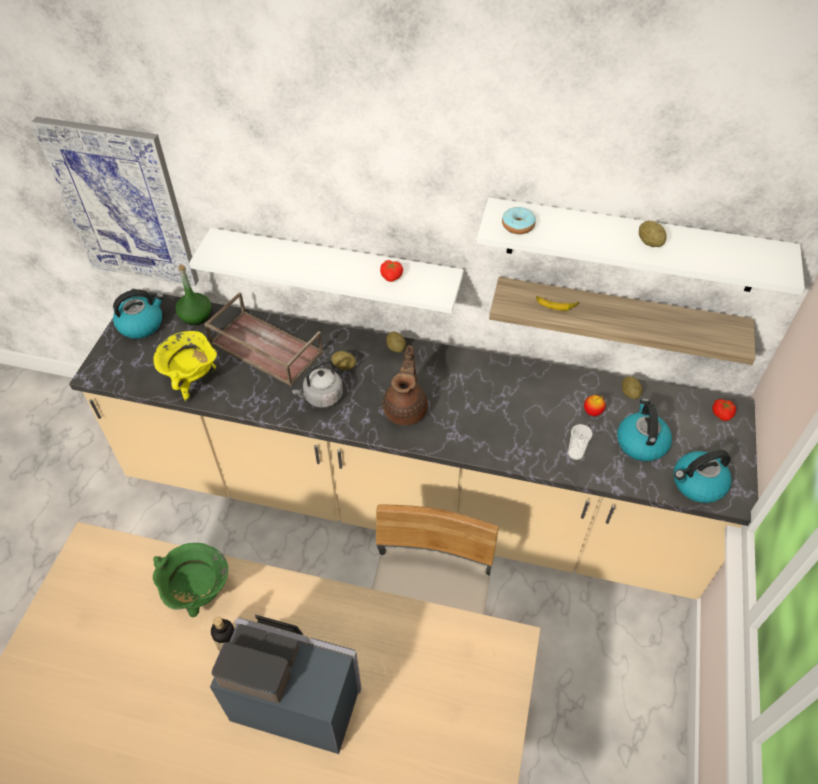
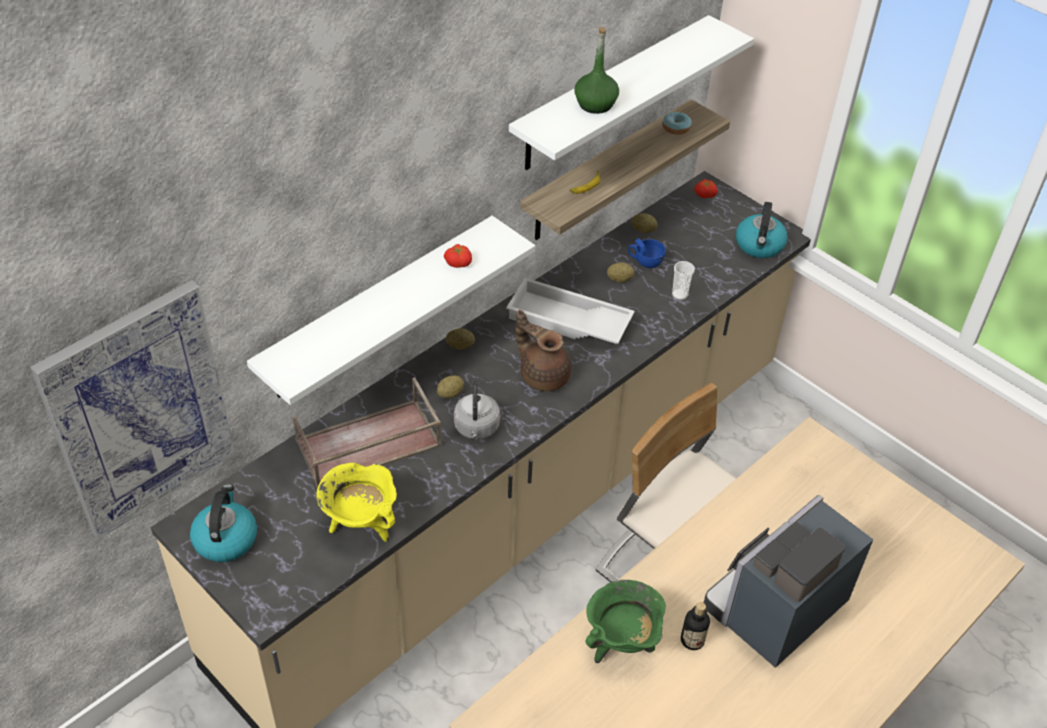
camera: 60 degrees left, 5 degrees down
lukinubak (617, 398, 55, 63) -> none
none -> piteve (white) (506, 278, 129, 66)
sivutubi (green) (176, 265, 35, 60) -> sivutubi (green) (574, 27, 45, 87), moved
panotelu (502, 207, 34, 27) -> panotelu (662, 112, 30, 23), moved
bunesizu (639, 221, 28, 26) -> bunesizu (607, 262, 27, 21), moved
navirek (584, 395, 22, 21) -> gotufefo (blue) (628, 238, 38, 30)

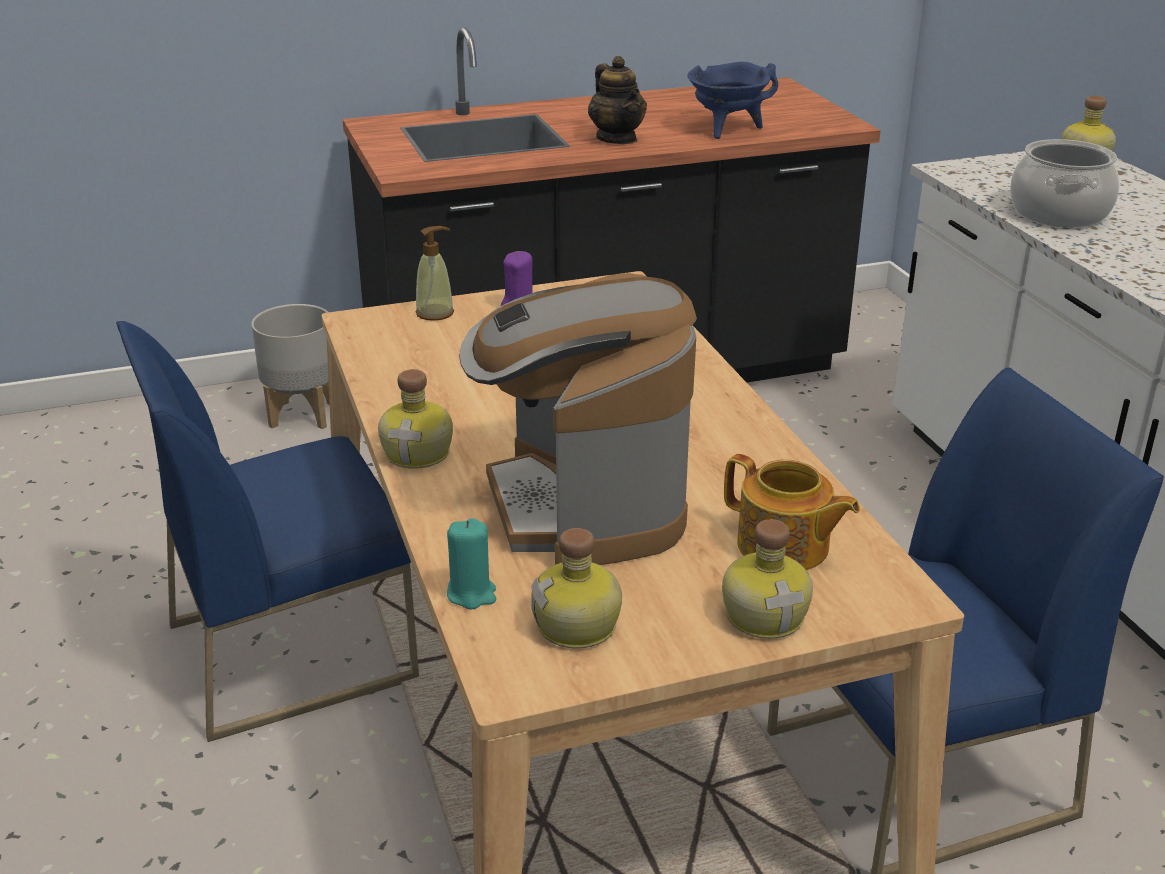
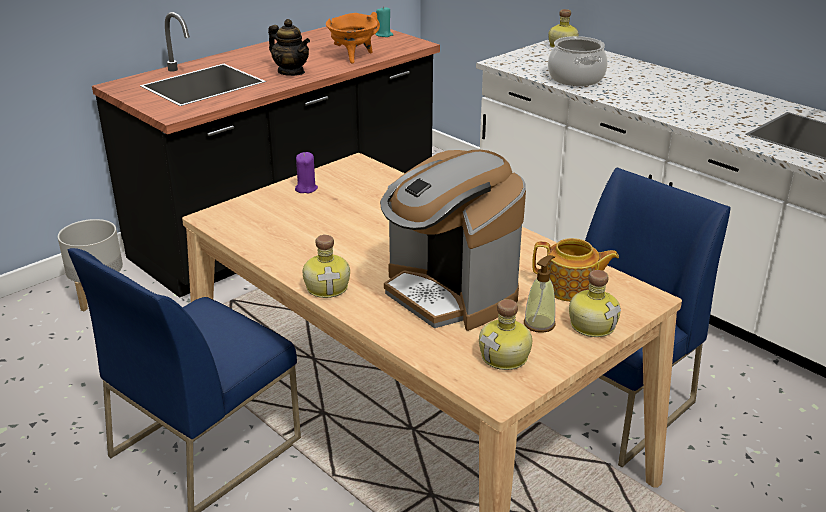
camera: 25 degrees left, 0 degrees up
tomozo (415, 226, 39, 95) -> tomozo (524, 255, 32, 78), moved
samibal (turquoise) (447, 518, 49, 92) -> samibal (turquoise) (375, 6, 18, 31), moved
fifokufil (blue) (687, 62, 91, 77) -> fifokufil (orange) (326, 12, 54, 52)

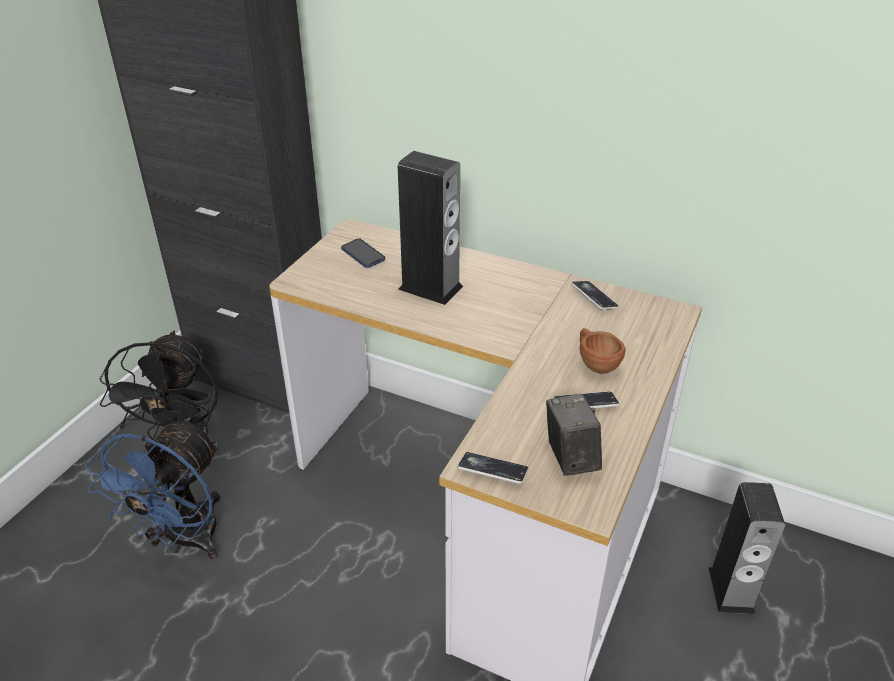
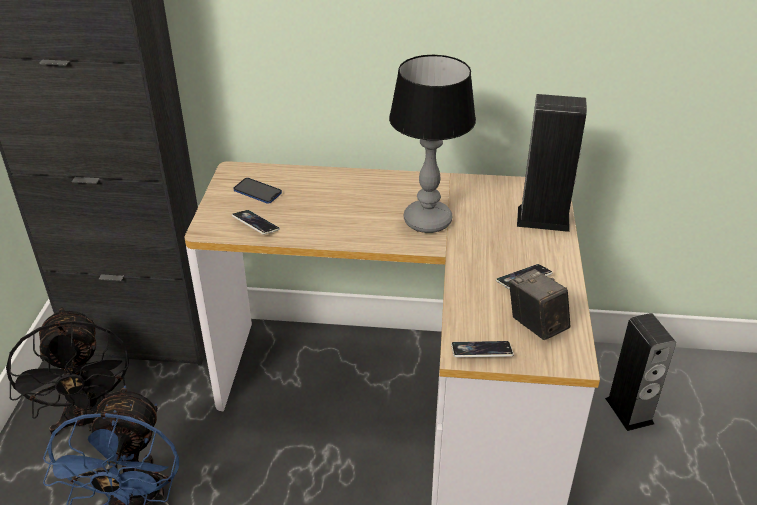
camera: 20 degrees left, 0 degrees up
gotufefo (brown) (580, 328, 46, 45) -> none
none -> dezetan (389, 55, 87, 178)
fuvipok (398, 151, 65, 154) -> fuvipok (517, 94, 70, 138), moved
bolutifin (571, 281, 48, 29) -> bolutifin (232, 210, 48, 25), moved

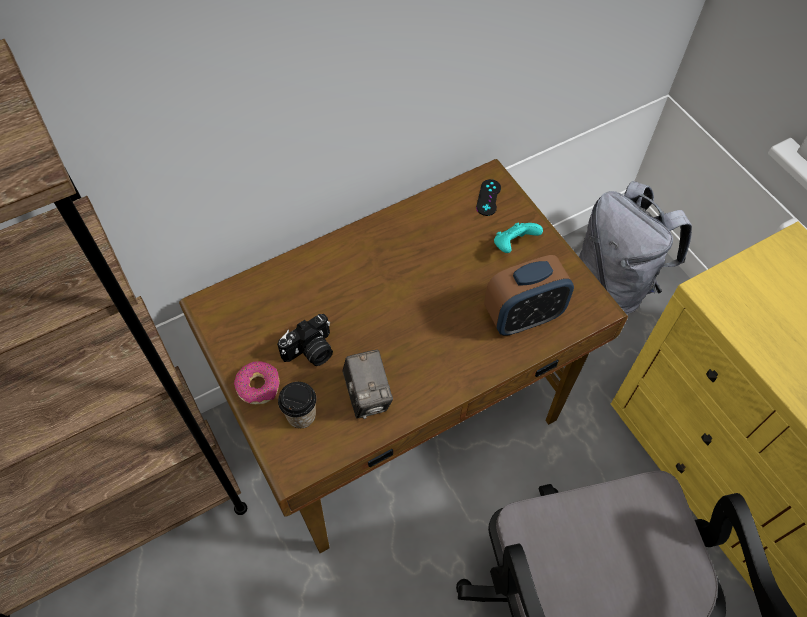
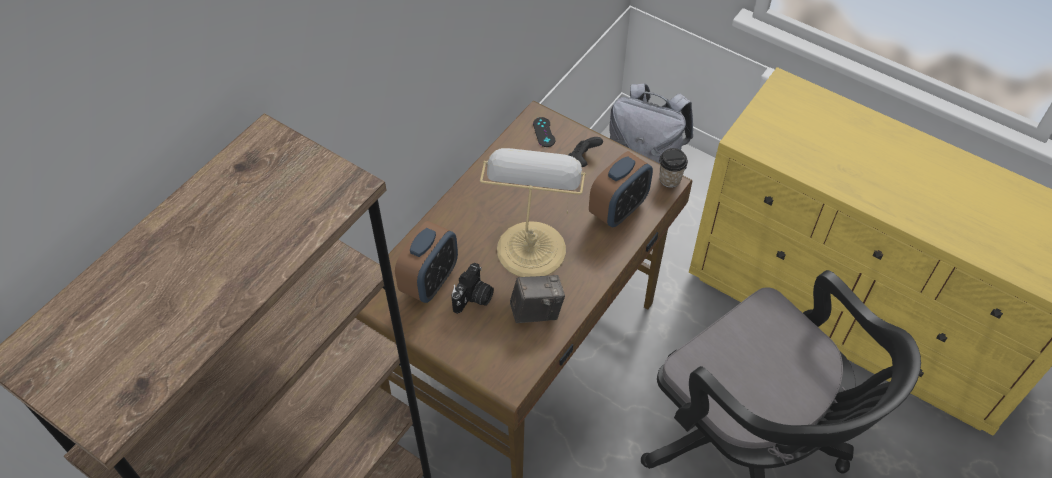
camera: 25 degrees left, 5 degrees down
panotelu (234, 361, 46, 44) -> none
none -> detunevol (395, 221, 63, 82)
none -> dezetan (480, 148, 106, 129)
gotufefo (278, 382, 38, 46) -> gotufefo (659, 148, 29, 40), moved
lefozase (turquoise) (494, 222, 49, 31) -> lefozase (black) (569, 137, 34, 30)
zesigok (342, 350, 51, 69) -> zesigok (510, 275, 55, 48), 60 degrees counterclockwise

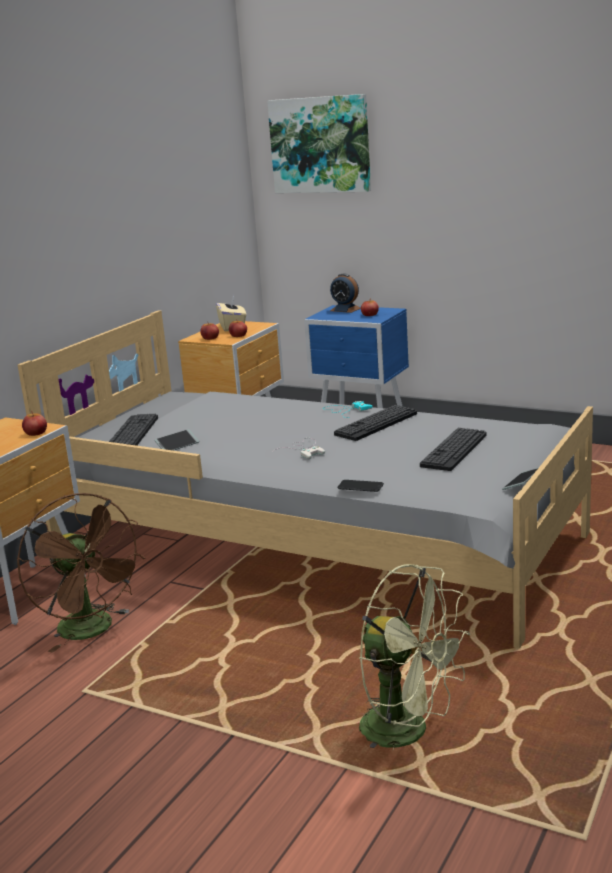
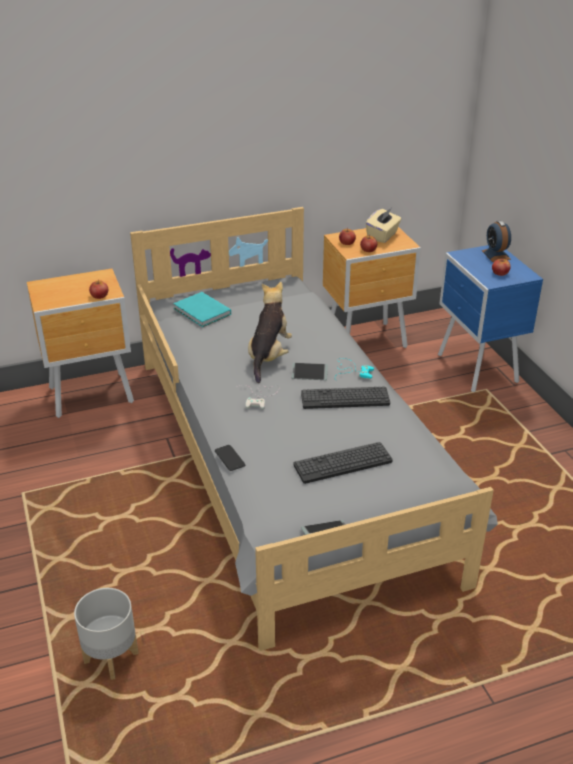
camera: 40 degrees right, 15 degrees up
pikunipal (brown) (17, 493, 128, 160) -> none
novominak (267, 94, 104, 99) -> none
none -> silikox (248, 282, 44, 101)
bolutifin (155, 429, 44, 22) -> bolutifin (292, 363, 36, 17), moved
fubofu (109, 414, 49, 32) -> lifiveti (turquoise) (173, 292, 58, 35)
pikunipal (green) (359, 564, 111, 186) -> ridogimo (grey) (74, 588, 65, 92)

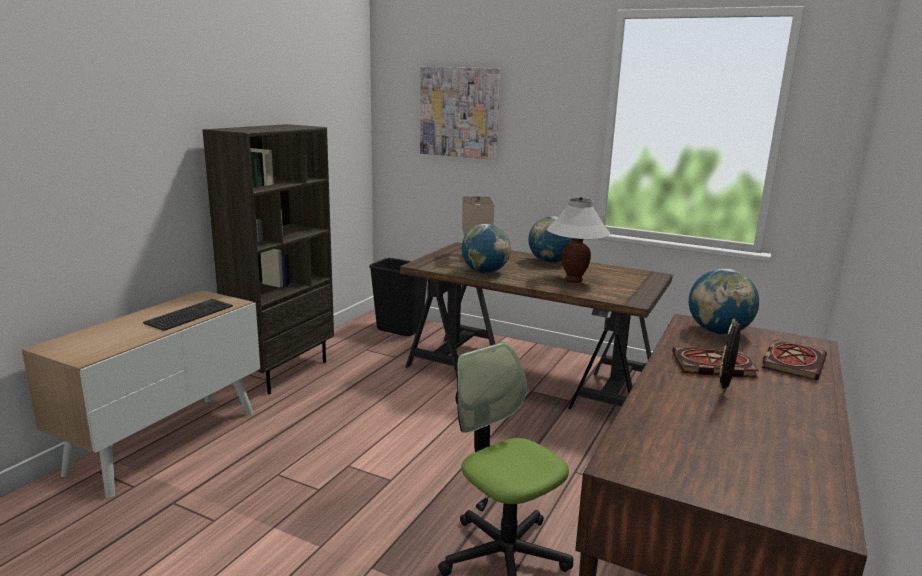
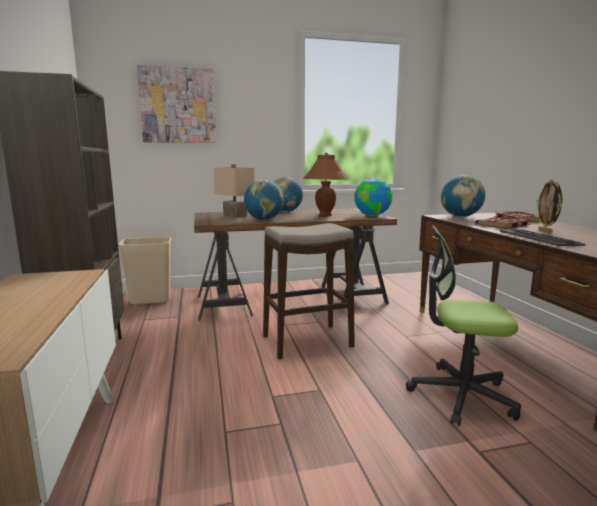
camera: 40 degrees left, 5 degrees down
none -> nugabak (263, 223, 92, 137)
none -> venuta (354, 178, 38, 38)
fubofu (143, 299, 90, 32) -> fubofu (500, 229, 86, 17), moved
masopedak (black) (369, 258, 58, 78) -> masopedak (beige) (118, 237, 53, 68)
dezetan (white) (547, 197, 63, 86) -> dezetan (brown) (303, 152, 46, 65)

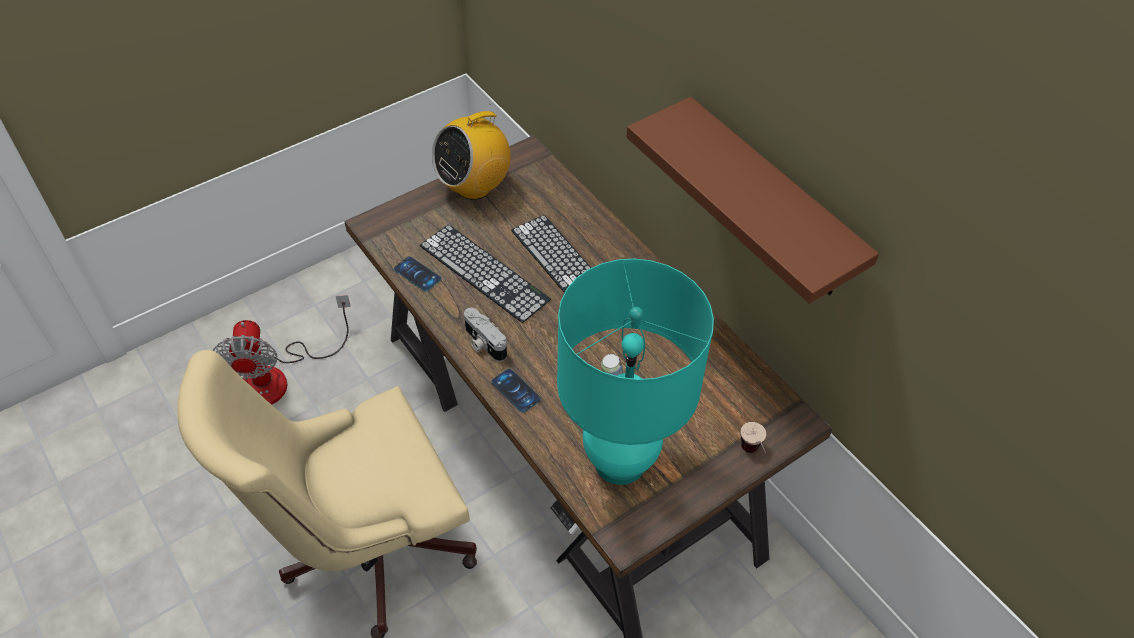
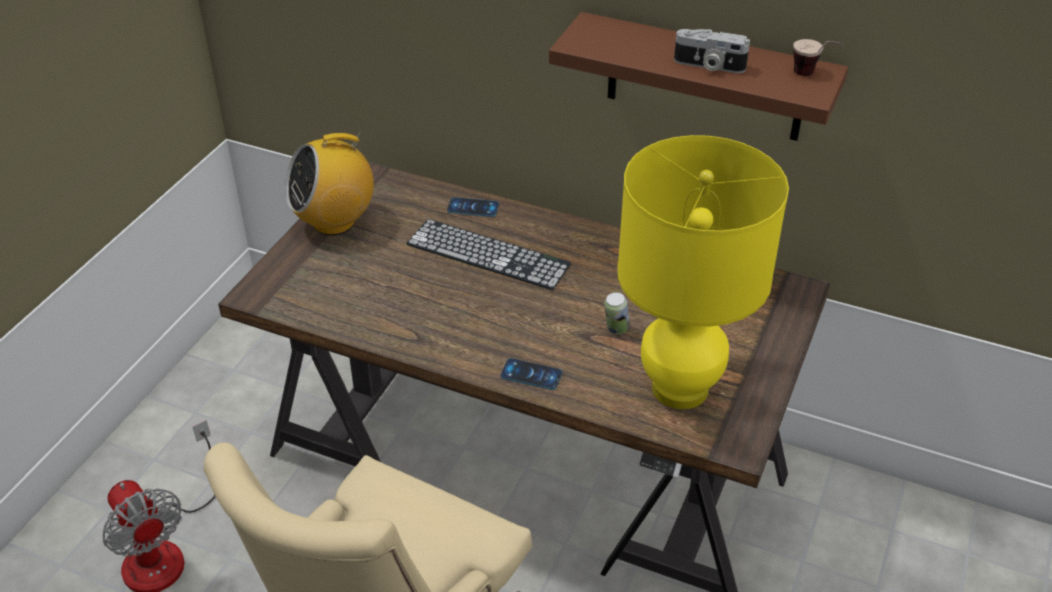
camera: 30 degrees left, 10 degrees down
fubofu (419, 225, 132, 98) -> none
bolutifin (394, 256, 47, 36) -> bolutifin (447, 197, 52, 20), moved
zesigok (464, 308, 43, 54) -> zesigok (674, 29, 76, 44), moved
gotufefo (741, 422, 25, 31) -> gotufefo (793, 39, 50, 37), moved
dezetan (turquoise) (557, 259, 157, 226) -> dezetan (yellow) (618, 135, 171, 274)
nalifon (432, 104, 79, 96) -> nalifon (285, 129, 89, 106), 45 degrees clockwise

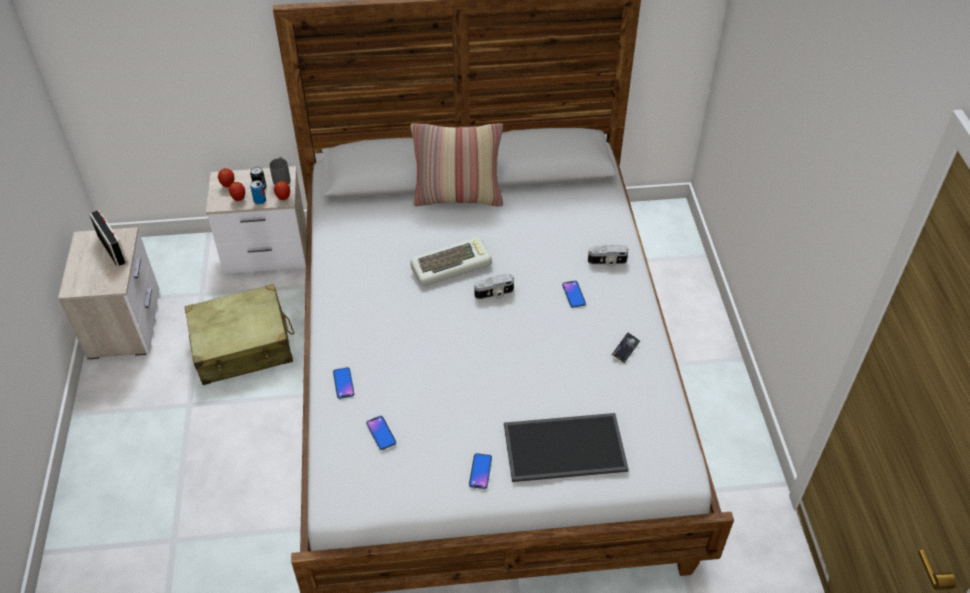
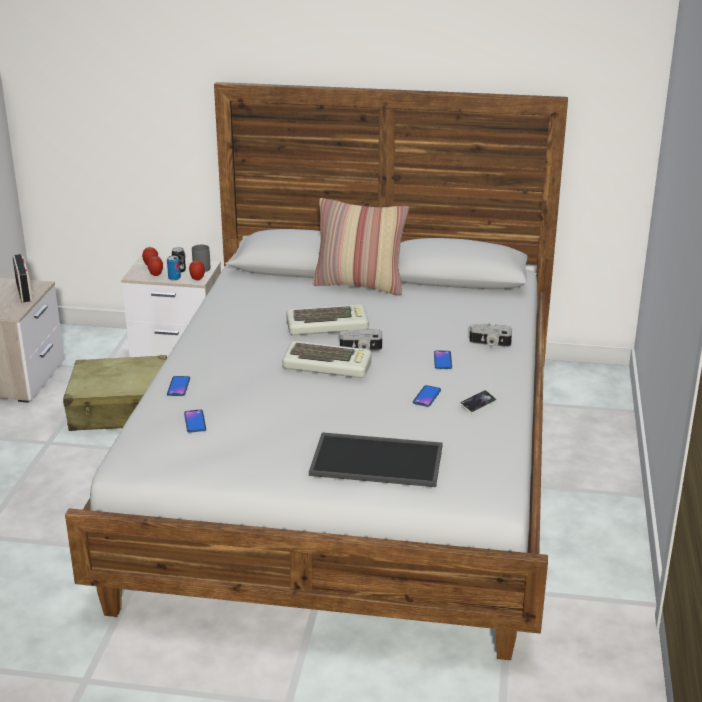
camera: 15 degrees right, 20 degrees down
none -> fubofu (282, 341, 90, 37)
bolutifin (469, 453, 23, 36) -> bolutifin (413, 385, 28, 22), moved

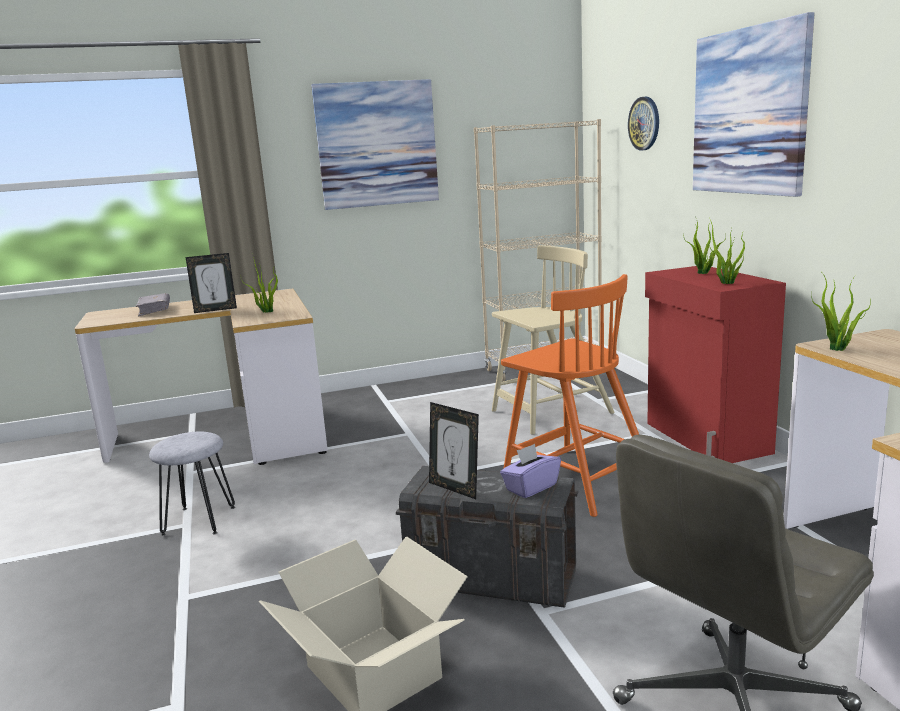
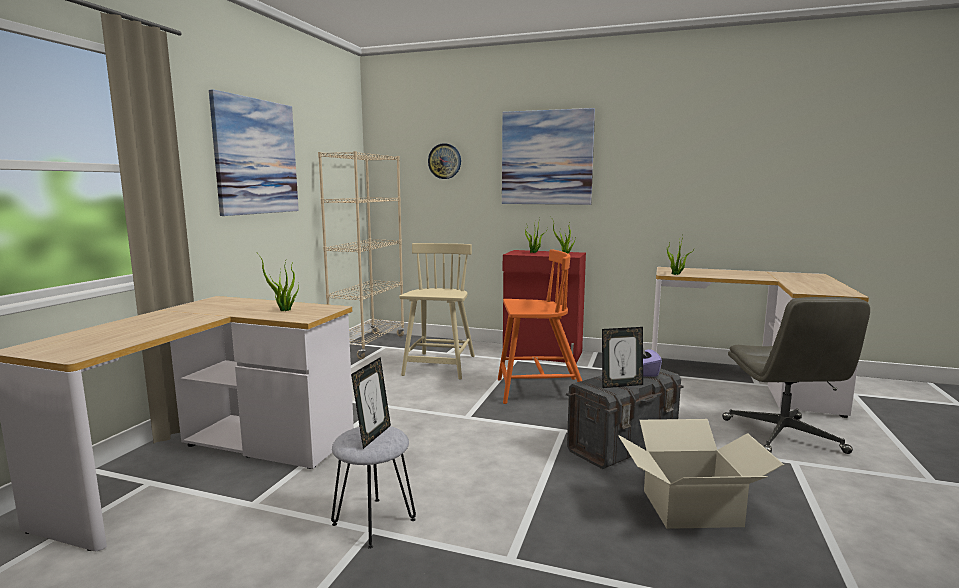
camera: 55 degrees left, 5 degrees down
lifiveti (grey) (136, 293, 34, 24) -> none
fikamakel (186, 253, 51, 60) -> fikamakel (351, 357, 40, 92), moved

